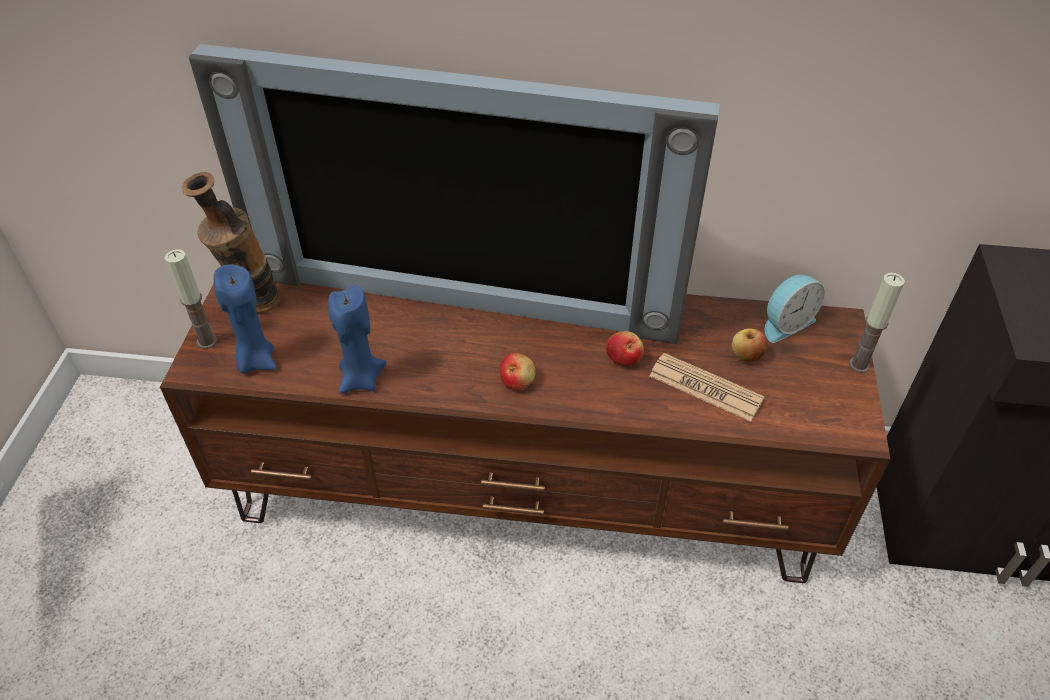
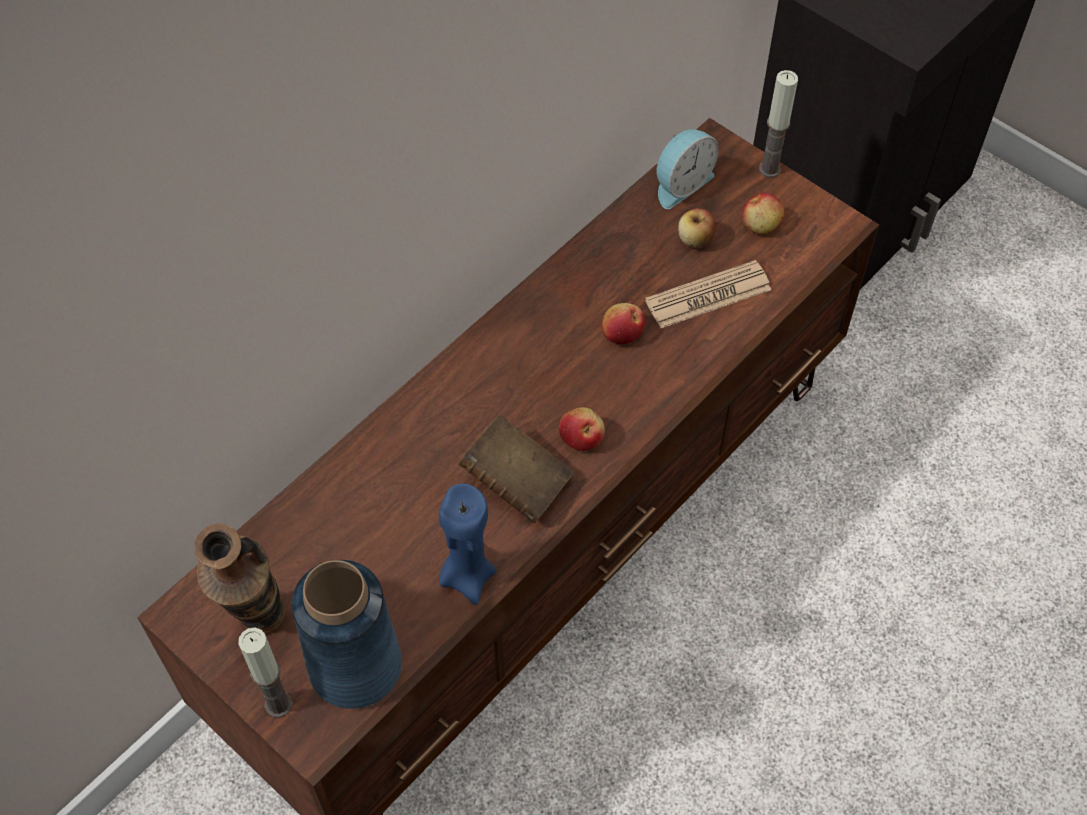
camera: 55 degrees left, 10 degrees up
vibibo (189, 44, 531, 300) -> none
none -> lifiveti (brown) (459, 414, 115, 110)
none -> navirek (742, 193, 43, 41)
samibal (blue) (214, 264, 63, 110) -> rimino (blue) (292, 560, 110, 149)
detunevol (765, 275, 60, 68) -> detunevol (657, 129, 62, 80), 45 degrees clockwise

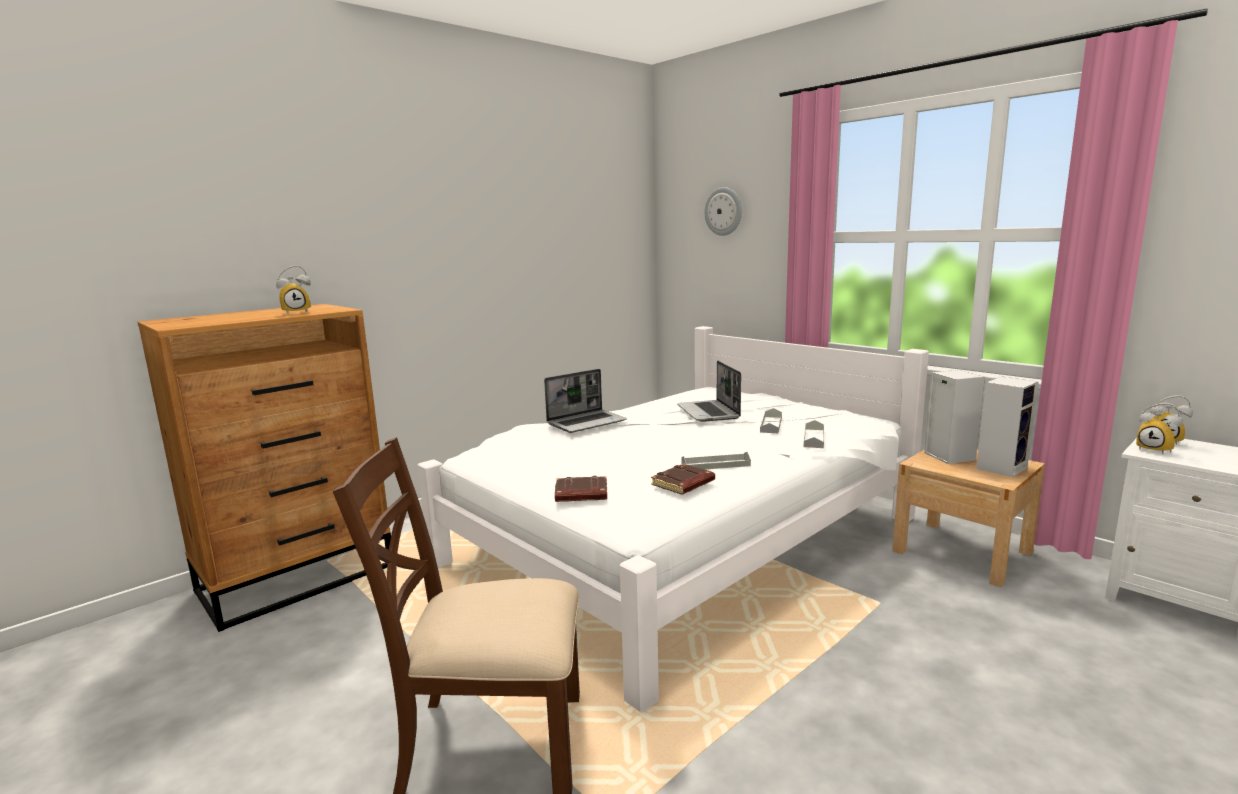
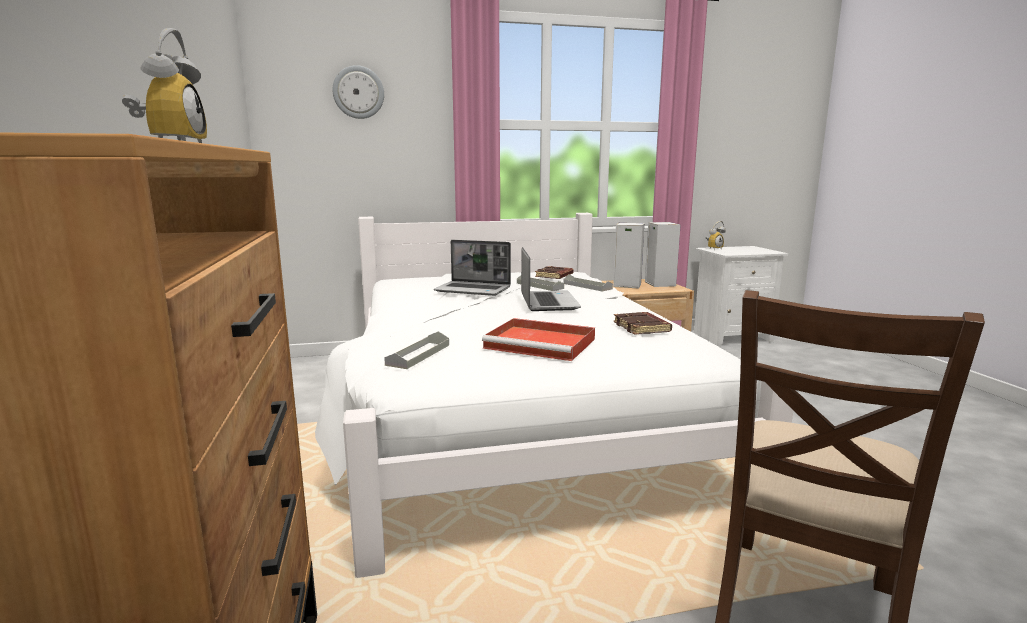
camera: 60 degrees left, 0 degrees up
detunevol (1136, 403, 47, 51) -> none
none -> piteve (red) (482, 318, 113, 43)
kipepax (544, 369, 83, 64) -> kipepax (521, 247, 60, 64), moved
lifiveti (brown) (555, 476, 52, 26) -> lifiveti (brown) (535, 266, 39, 13), moved
piteve (grey) (681, 452, 70, 18) -> piteve (grey) (384, 331, 65, 38), moved

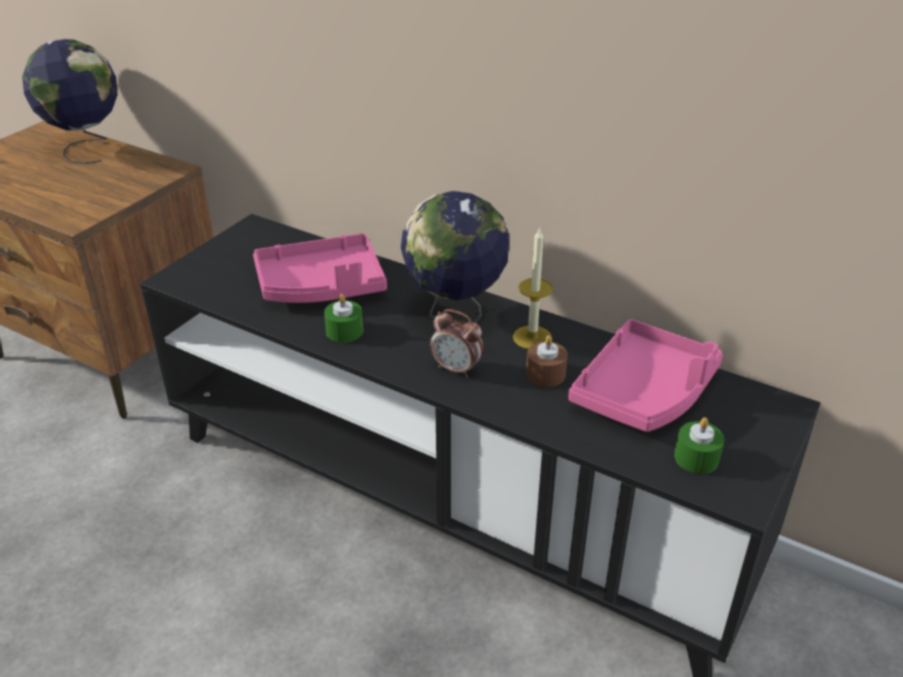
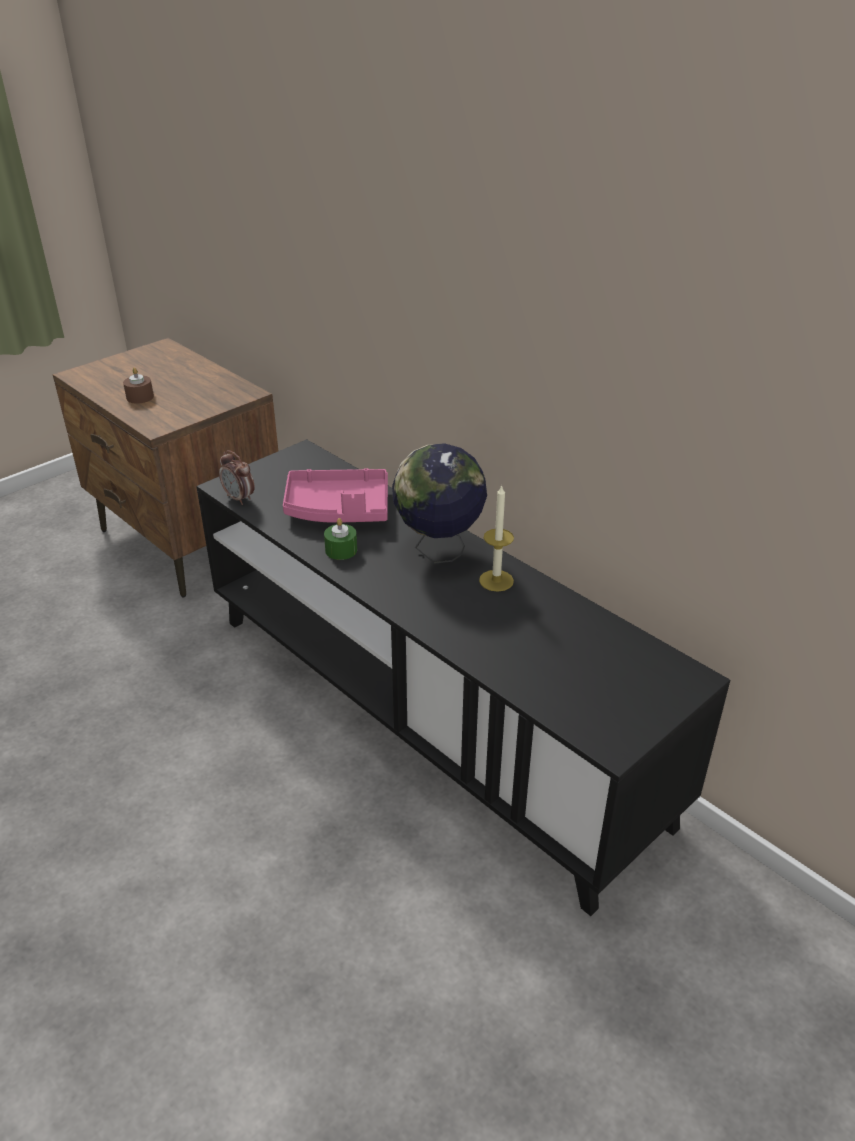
camera: 15 degrees right, 0 degrees up
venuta (22, 39, 96, 125) -> none
piteve (pink) (568, 319, 155, 113) -> none
samibal (green) (674, 417, 50, 57) -> none
detunevol (430, 309, 54, 69) -> detunevol (219, 450, 36, 55), moved
samibal (brown) (526, 335, 42, 52) -> samibal (brown) (123, 367, 31, 37), moved

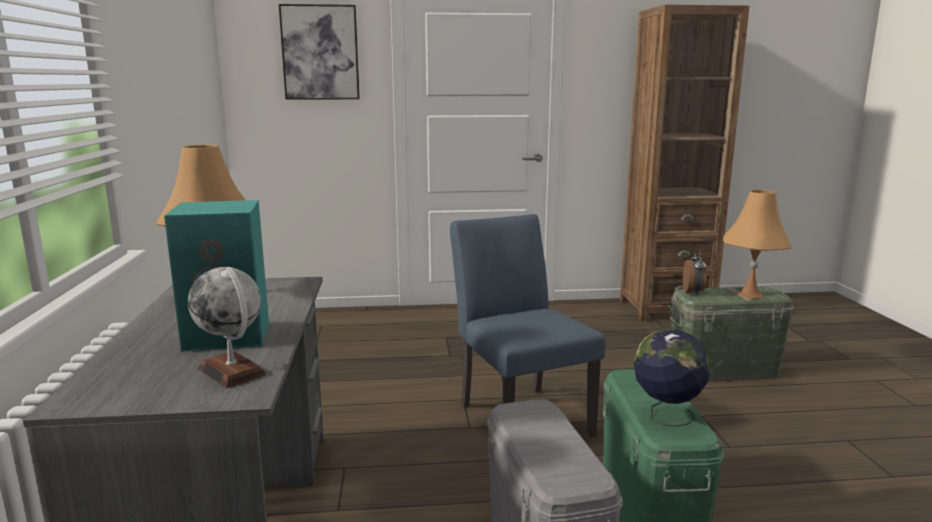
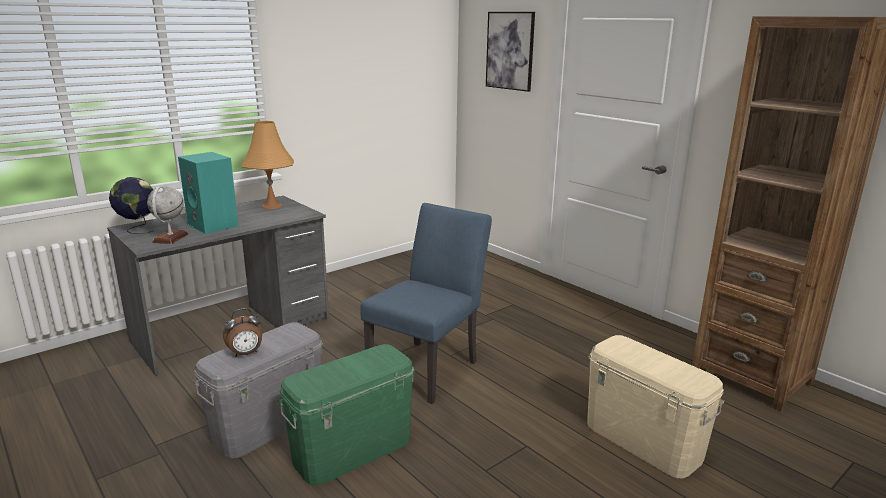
camera: 55 degrees right, 5 degrees up
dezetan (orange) (723, 190, 69, 109) -> none
venuta (633, 329, 78, 98) -> venuta (109, 177, 45, 57), moved
detunevol (683, 249, 24, 46) -> detunevol (223, 308, 39, 49), moved
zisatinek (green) (669, 287, 125, 95) -> zisatinek (beige) (587, 335, 138, 144)

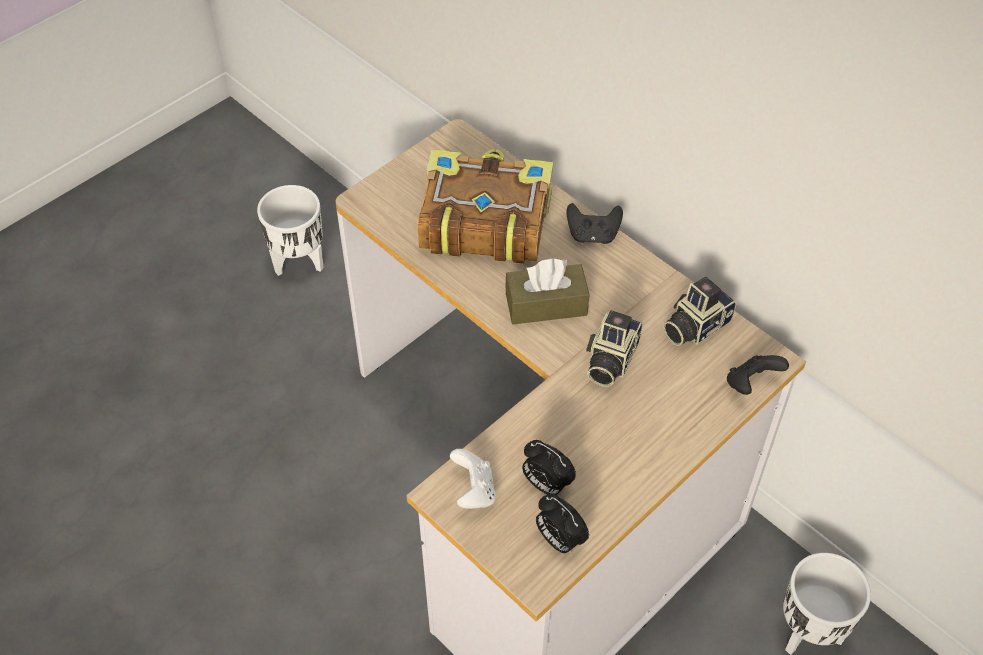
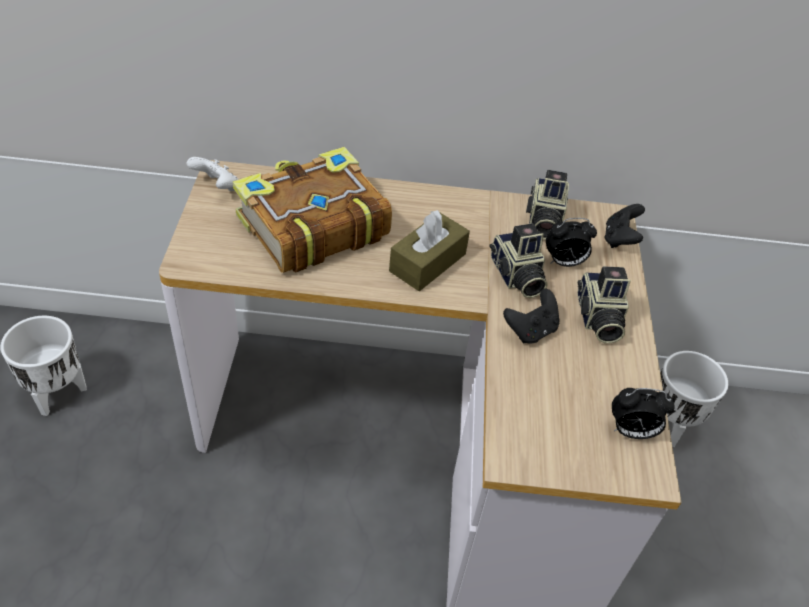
camera: 45 degrees left, 5 degrees down
none -> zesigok (577, 266, 54, 77)
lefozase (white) (450, 449, 46, 60) -> lefozase (white) (187, 157, 52, 34), moved
detunevol (522, 440, 54, 56) -> detunevol (546, 218, 51, 49), moved
lefozase (black) (567, 203, 56, 41) -> lefozase (black) (503, 289, 56, 54), moved

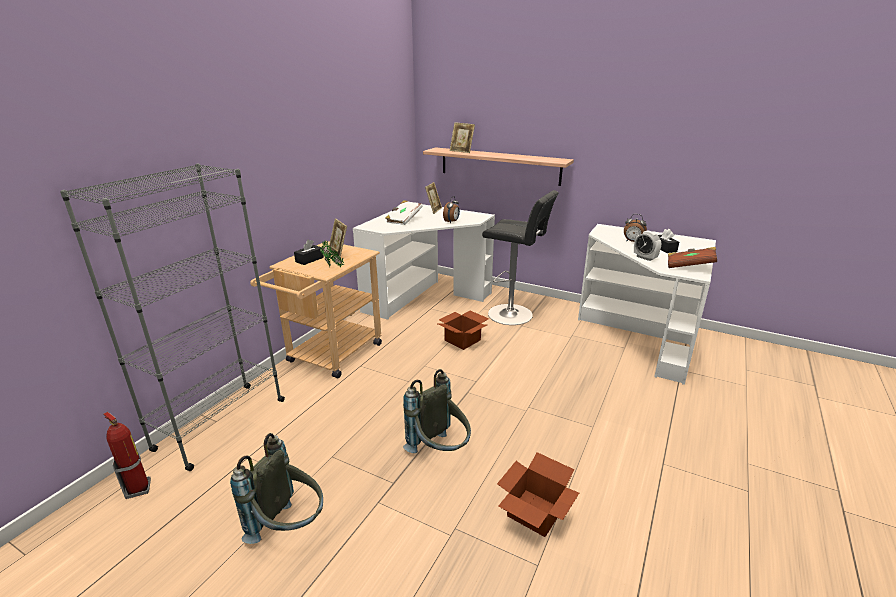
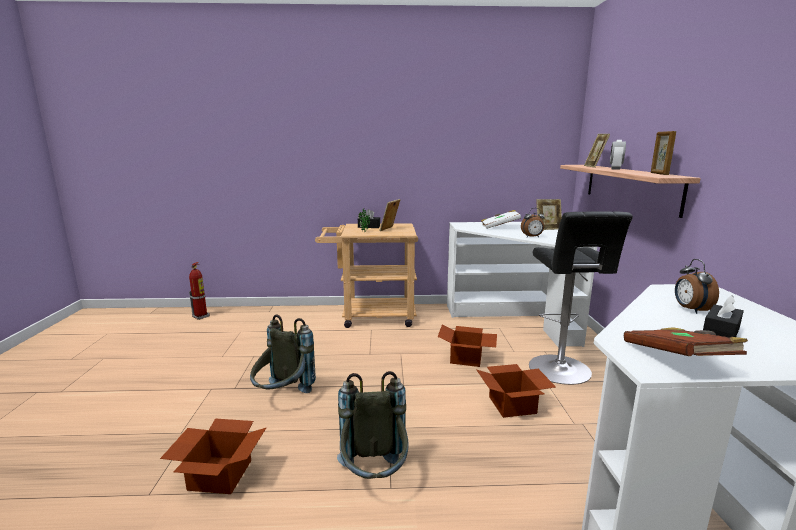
camera: 60 degrees right, 10 degrees down
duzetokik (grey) (60, 163, 225, 308) -> none
none -> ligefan (476, 364, 80, 54)
none -> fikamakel (651, 131, 25, 44)
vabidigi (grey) (230, 433, 93, 111) -> vabidigi (grey) (337, 371, 72, 108), moved
detunevol (634, 231, 27, 30) -> detunevol (610, 140, 16, 30), moved

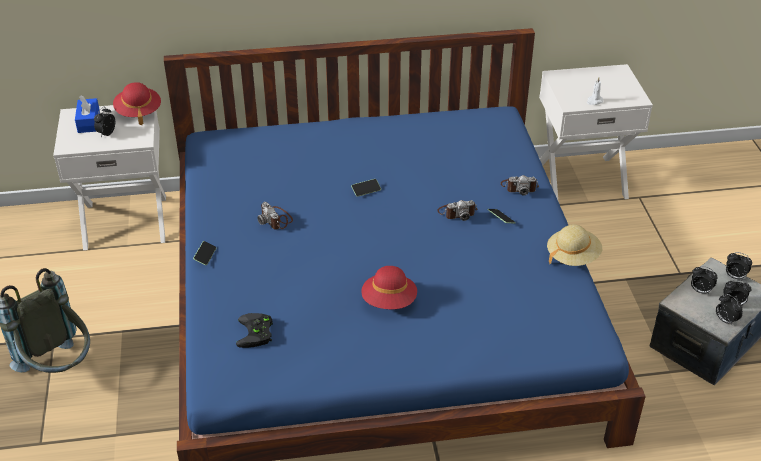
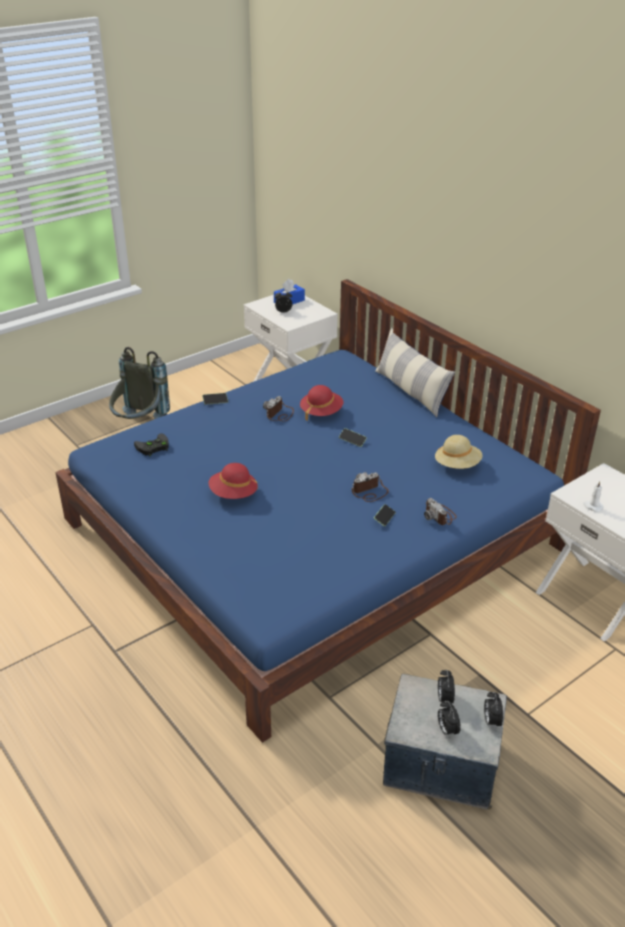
camera: 60 degrees right, 5 degrees down
detunevol (716, 294, 27, 31) -> none
none -> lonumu (375, 328, 80, 89)
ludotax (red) (113, 82, 48, 43) -> ludotax (red) (300, 385, 43, 36), moved
ludotax (beige) (547, 224, 55, 42) -> ludotax (beige) (435, 435, 48, 34), moved
zesigok (437, 200, 41, 21) -> zesigok (351, 472, 38, 30), 105 degrees clockwise

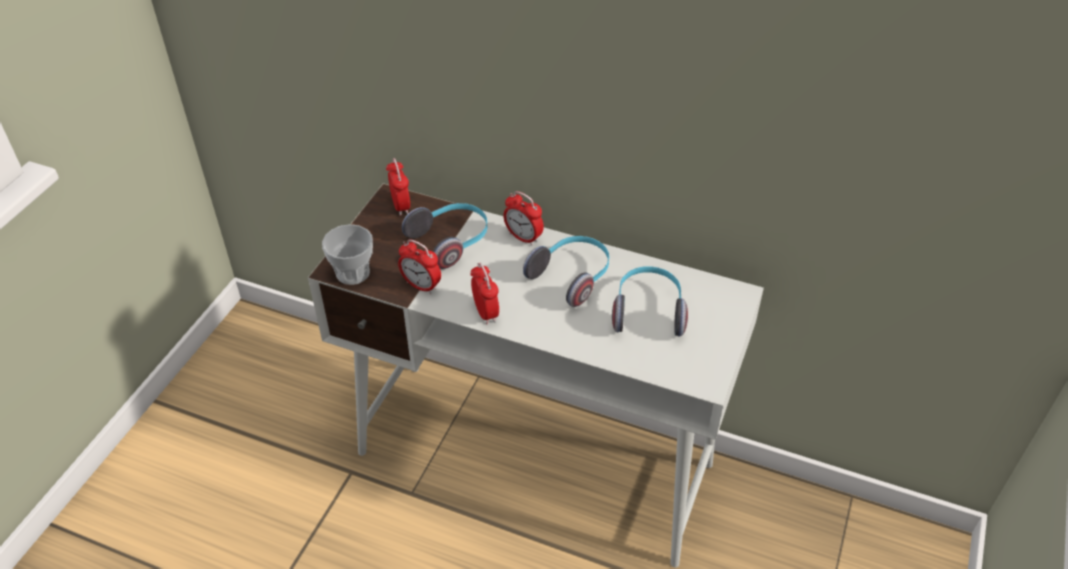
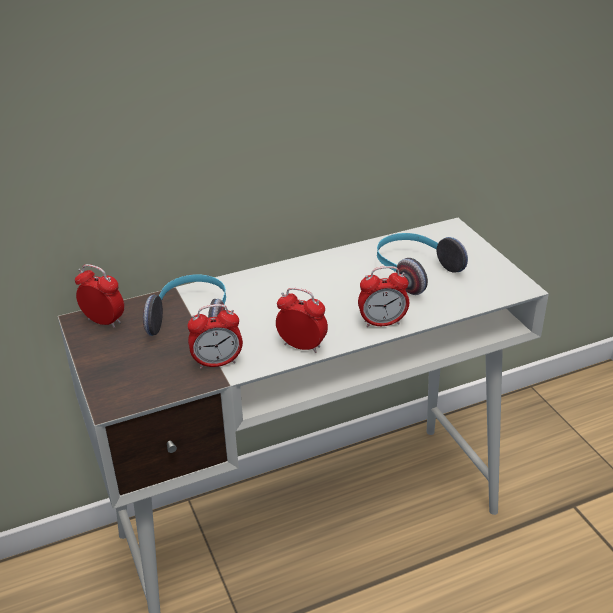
camera: 45 degrees left, 10 degrees down
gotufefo (322, 224, 51, 61) -> none
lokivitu (523, 236, 86, 71) -> none
detunevol (503, 191, 41, 55) -> detunevol (358, 266, 51, 61), moved

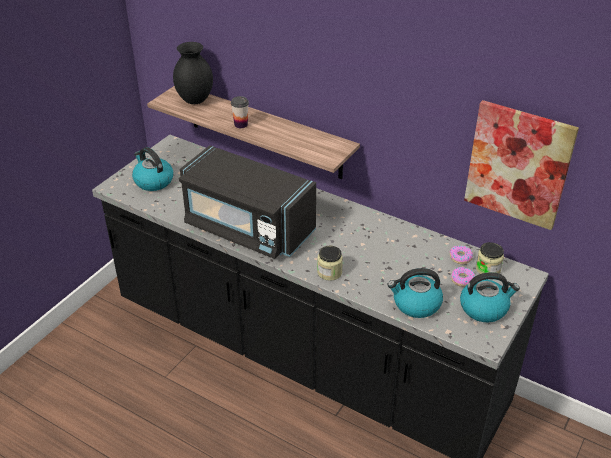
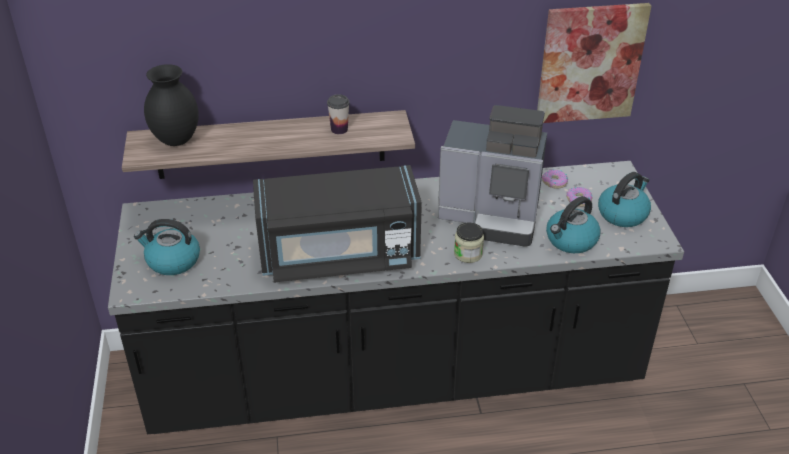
camera: 40 degrees left, 0 degrees up
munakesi (476, 242, 28, 32) -> none
none -> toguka (438, 105, 109, 141)
gotufefo (231, 96, 18, 32) -> gotufefo (327, 94, 23, 40), moved

